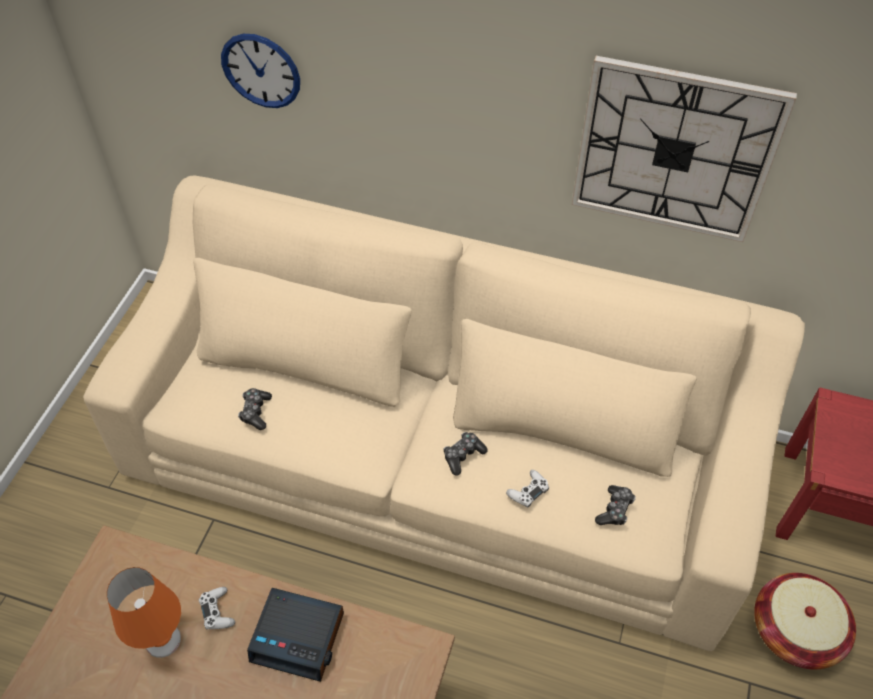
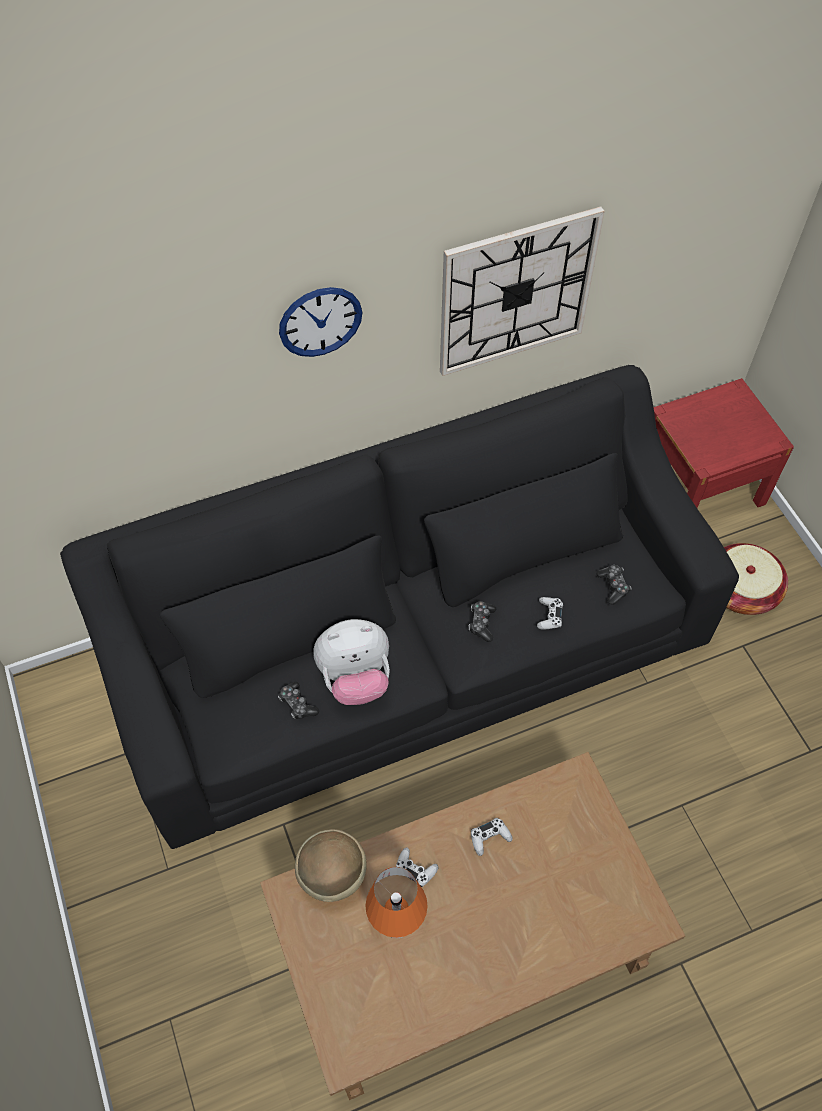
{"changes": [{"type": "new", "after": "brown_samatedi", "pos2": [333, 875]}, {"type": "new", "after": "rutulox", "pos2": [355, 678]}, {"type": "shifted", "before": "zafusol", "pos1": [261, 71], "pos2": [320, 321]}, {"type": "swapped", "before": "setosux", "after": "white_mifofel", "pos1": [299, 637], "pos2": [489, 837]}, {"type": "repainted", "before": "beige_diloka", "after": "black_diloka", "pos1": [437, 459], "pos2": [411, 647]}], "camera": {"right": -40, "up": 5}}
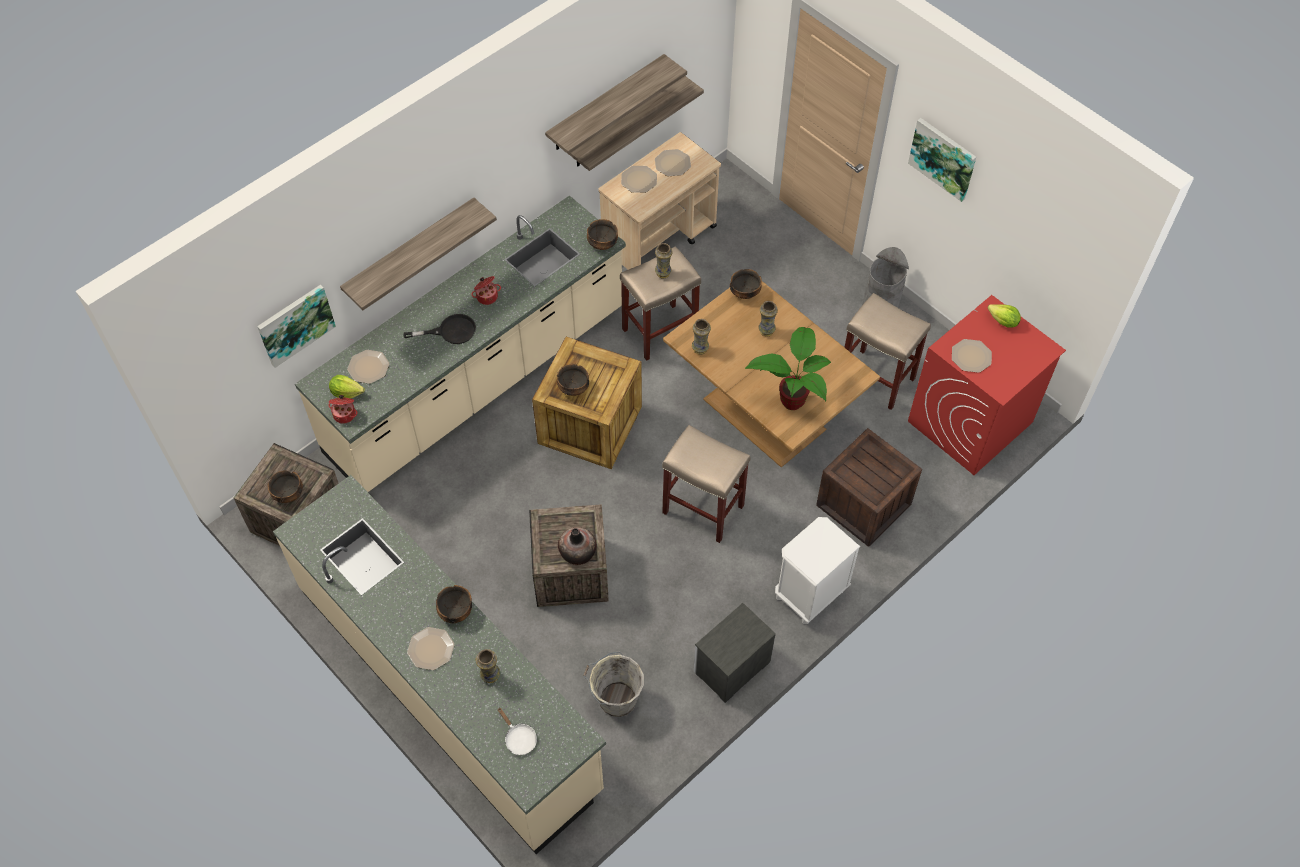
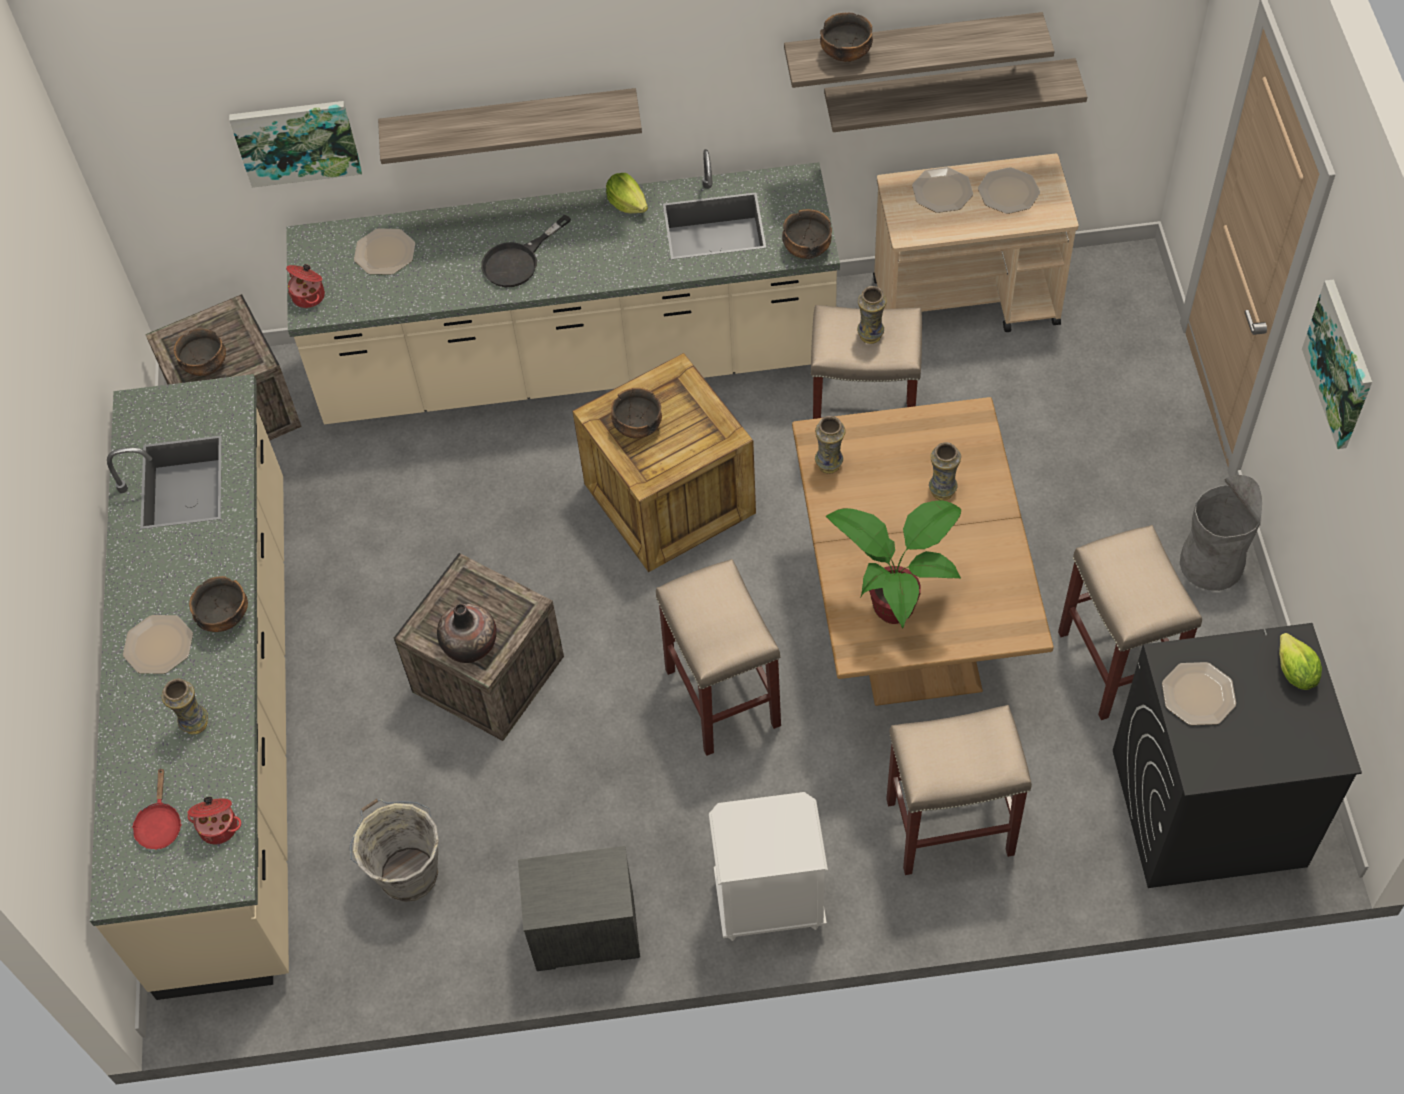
{"changes": [{"type": "shifted", "before": "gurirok", "pos1": [346, 392], "pos2": [627, 204]}, {"type": "shifted", "before": "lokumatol", "pos1": [487, 296], "pos2": [219, 826]}, {"type": "shifted", "before": "samatedi", "pos1": [744, 292], "pos2": [846, 54]}, {"type": "swapped", "before": "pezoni", "after": "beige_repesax", "pos1": [863, 504], "pos2": [948, 828]}, {"type": "repainted", "before": "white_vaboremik", "after": "red_vaboremik", "pos1": [518, 738], "pos2": [160, 824]}, {"type": "repainted", "before": "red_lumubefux", "after": "black_lumubefux", "pos1": [970, 422], "pos2": [1207, 809]}, {"type": "rotated", "before": "black_vaboremik", "pos1": [450, 331], "pos2": [518, 261], "turn": 105}], "camera": {"right": 40, "up": 0}}
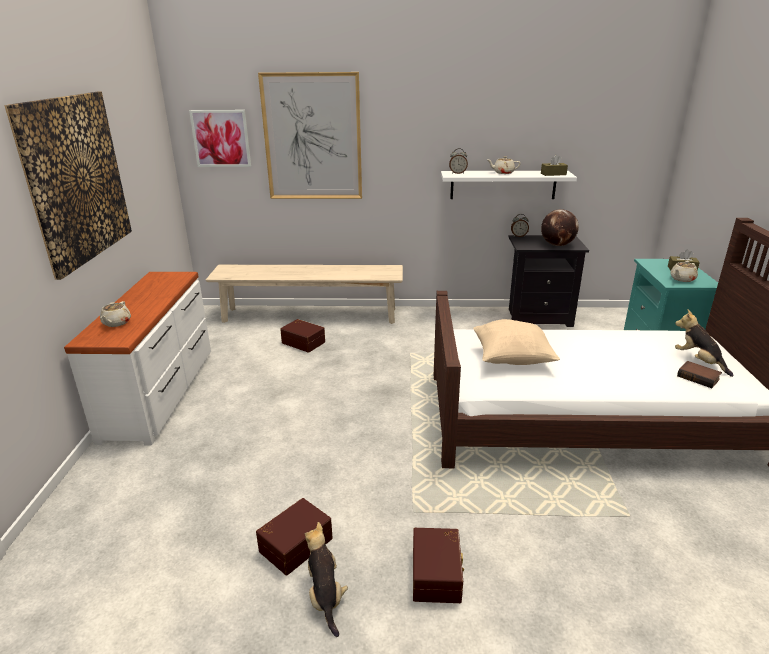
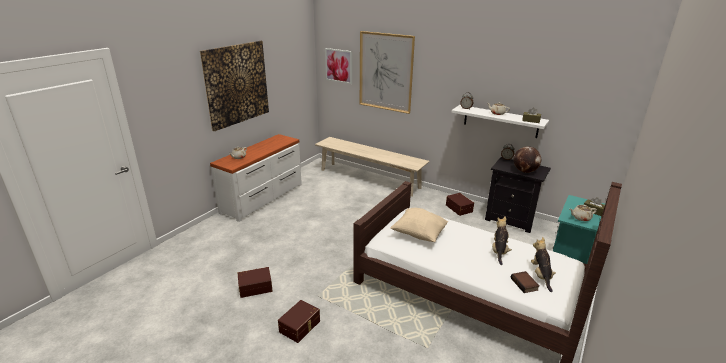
{"changes": [{"type": "shifted", "before": "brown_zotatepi", "pos1": [304, 342], "pos2": [459, 208]}, {"type": "shifted", "before": "rutulox", "pos1": [325, 596], "pos2": [499, 251]}], "camera": {"right": 30, "up": 0}}
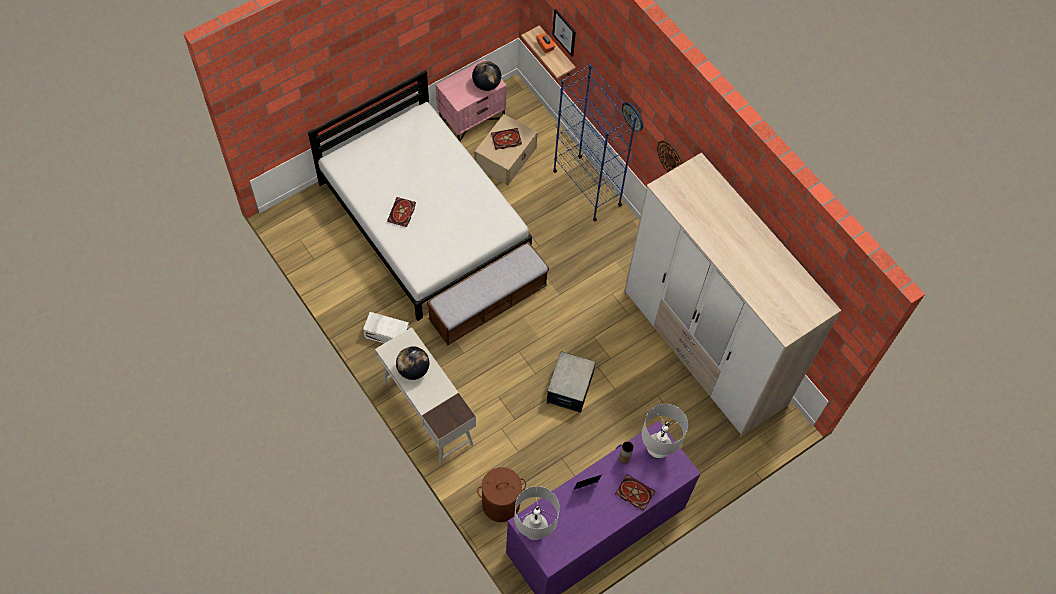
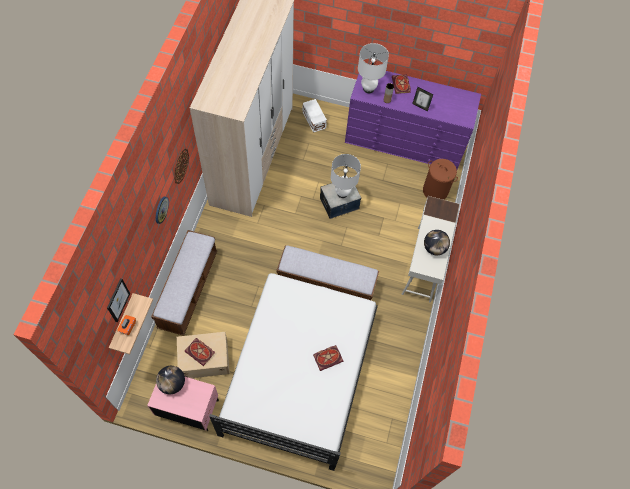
{"changes": [{"type": "shifted", "before": "white_zotatepi", "pos1": [386, 334], "pos2": [313, 120]}, {"type": "shifted", "before": "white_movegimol", "pos1": [534, 531], "pos2": [342, 193]}, {"type": "swapped", "before": "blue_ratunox", "after": "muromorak", "pos1": [587, 187], "pos2": [188, 289]}], "camera": {"right": -130, "up": 0}}
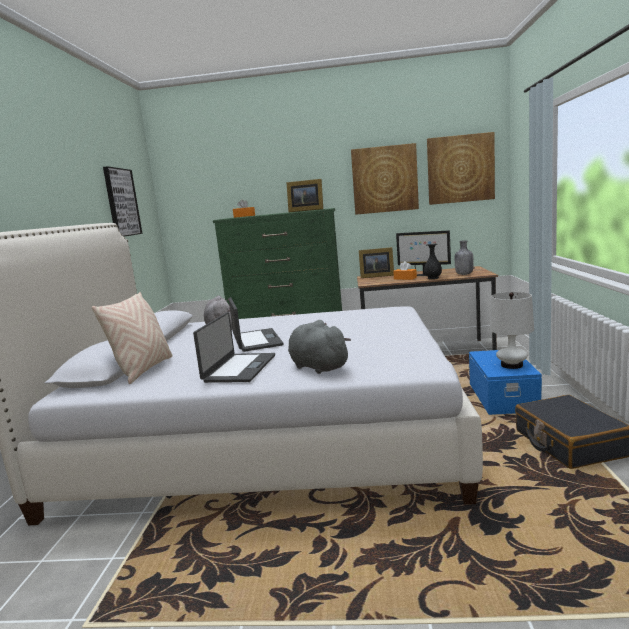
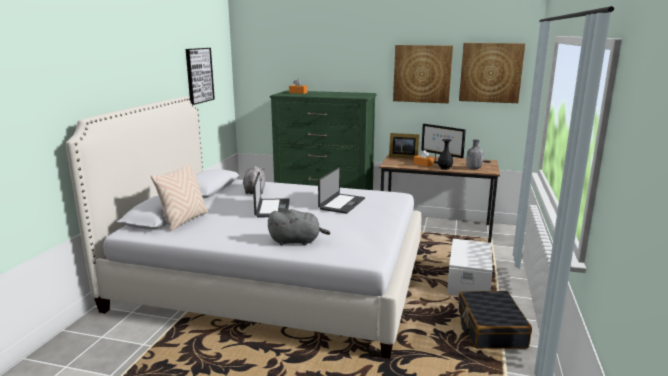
{"changes": [{"type": "gone", "before": "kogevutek", "pos1": [305, 210]}, {"type": "gone", "before": "white_movegimol", "pos1": [512, 365]}, {"type": "shifted", "before": "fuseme", "pos1": [239, 368], "pos2": [341, 204]}, {"type": "repainted", "before": "blue_zotatepi", "after": "white_zotatepi", "pos1": [503, 397], "pos2": [469, 281]}, {"type": "rotated", "before": "grey_rutulox", "pos1": [317, 367], "pos2": [297, 241], "turn": 120}], "camera": {"right": 10, "up": 5}}
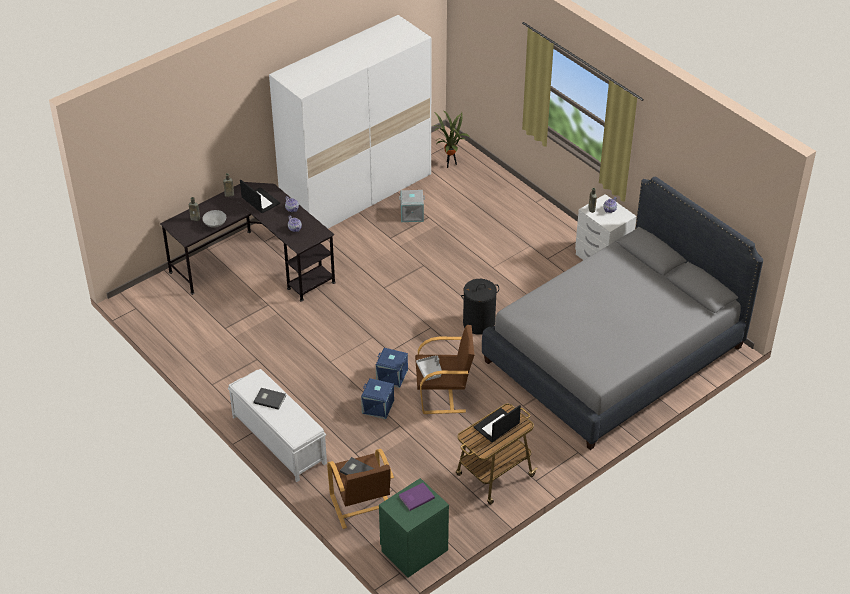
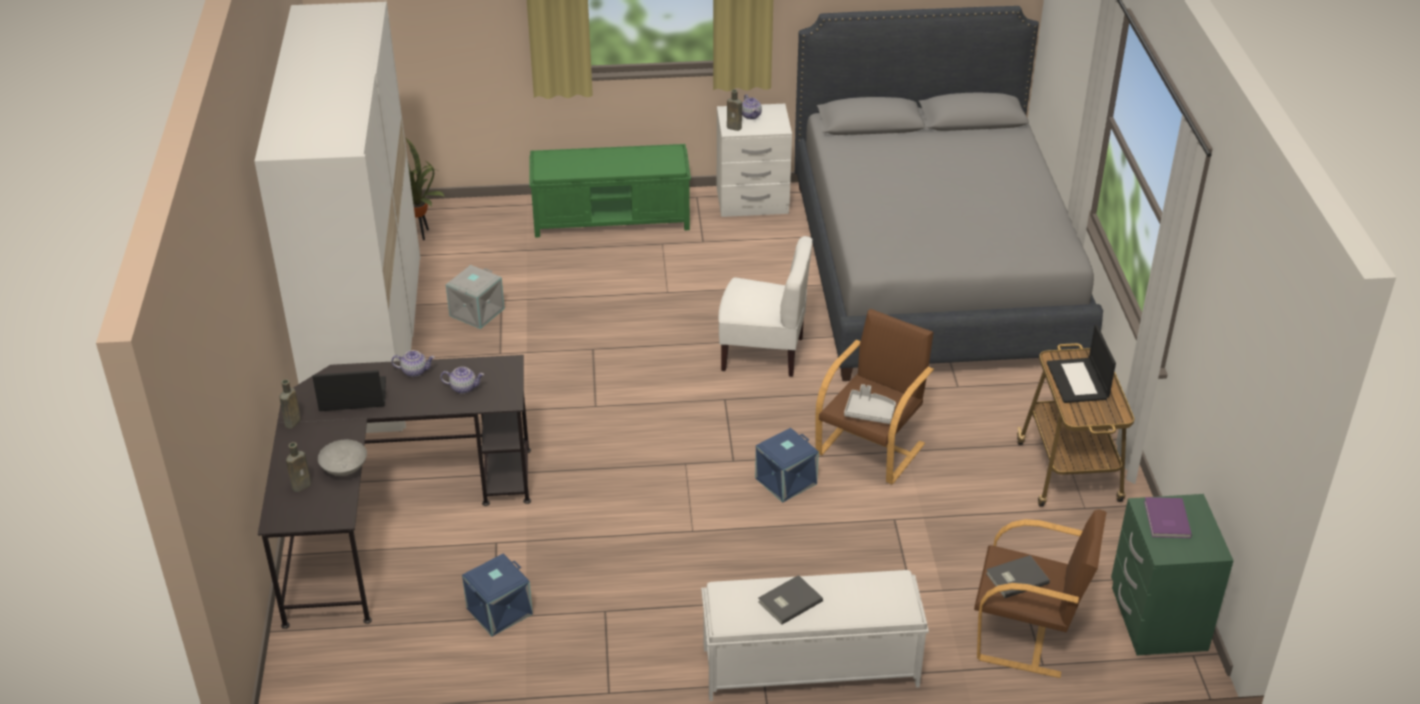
{"changes": [{"type": "new", "after": "green_muromorak", "pos2": [612, 219]}, {"type": "shifted", "before": "blue_zotatepi", "pos1": [377, 407], "pos2": [499, 612]}, {"type": "swapped", "before": "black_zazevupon", "after": "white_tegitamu", "pos1": [478, 323], "pos2": [763, 353]}], "camera": {"right": -55, "up": -5}}
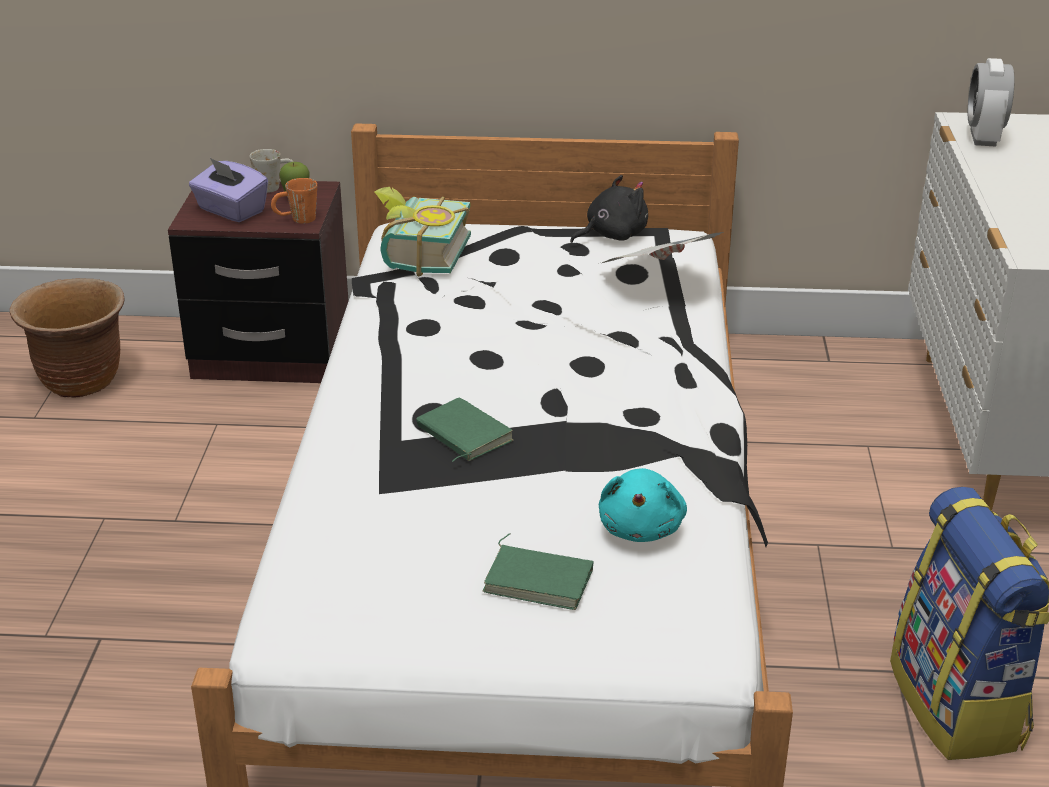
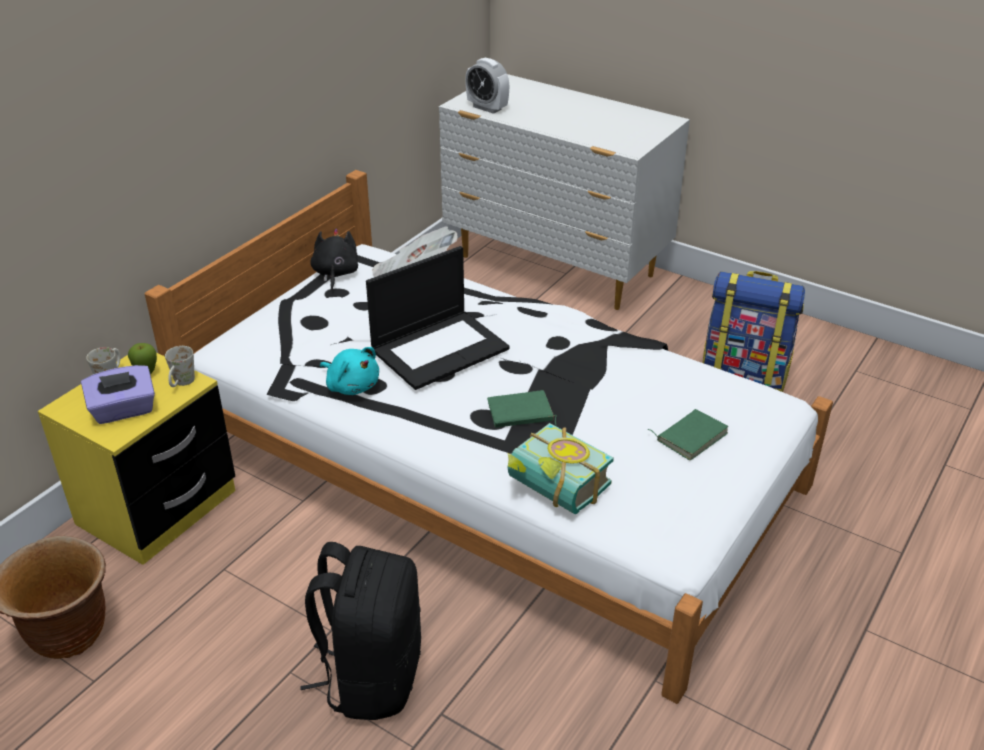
{"changes": [{"type": "new", "after": "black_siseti", "pos2": [371, 676]}, {"type": "new", "after": "fuseme", "pos2": [440, 348]}, {"type": "shifted", "before": "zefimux", "pos1": [417, 255], "pos2": [552, 491]}, {"type": "shifted", "before": "turquoise_rutulox", "pos1": [641, 528], "pos2": [351, 385]}, {"type": "repainted", "before": "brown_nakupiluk", "after": "yellow_nakupiluk", "pos1": [272, 354], "pos2": [157, 508]}, {"type": "repainted", "before": "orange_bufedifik", "after": "white_bufedifik", "pos1": [296, 220], "pos2": [182, 384]}], "camera": {"right": -60, "up": 5}}
